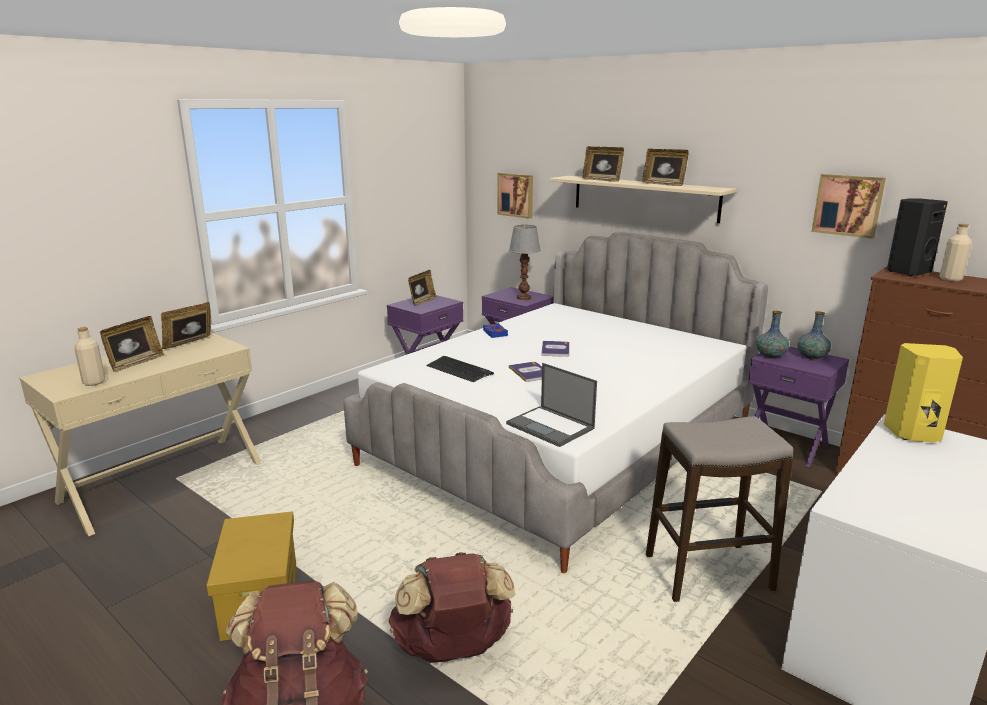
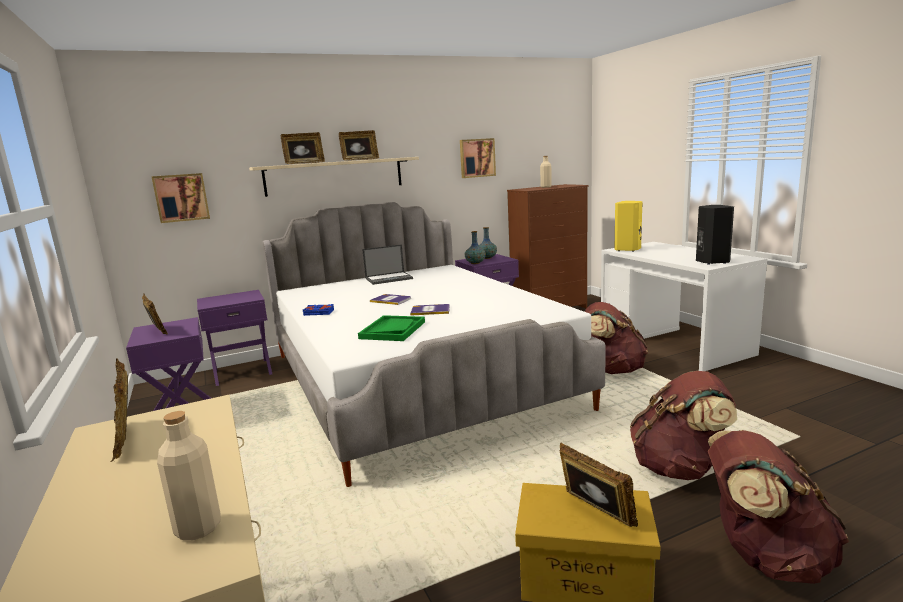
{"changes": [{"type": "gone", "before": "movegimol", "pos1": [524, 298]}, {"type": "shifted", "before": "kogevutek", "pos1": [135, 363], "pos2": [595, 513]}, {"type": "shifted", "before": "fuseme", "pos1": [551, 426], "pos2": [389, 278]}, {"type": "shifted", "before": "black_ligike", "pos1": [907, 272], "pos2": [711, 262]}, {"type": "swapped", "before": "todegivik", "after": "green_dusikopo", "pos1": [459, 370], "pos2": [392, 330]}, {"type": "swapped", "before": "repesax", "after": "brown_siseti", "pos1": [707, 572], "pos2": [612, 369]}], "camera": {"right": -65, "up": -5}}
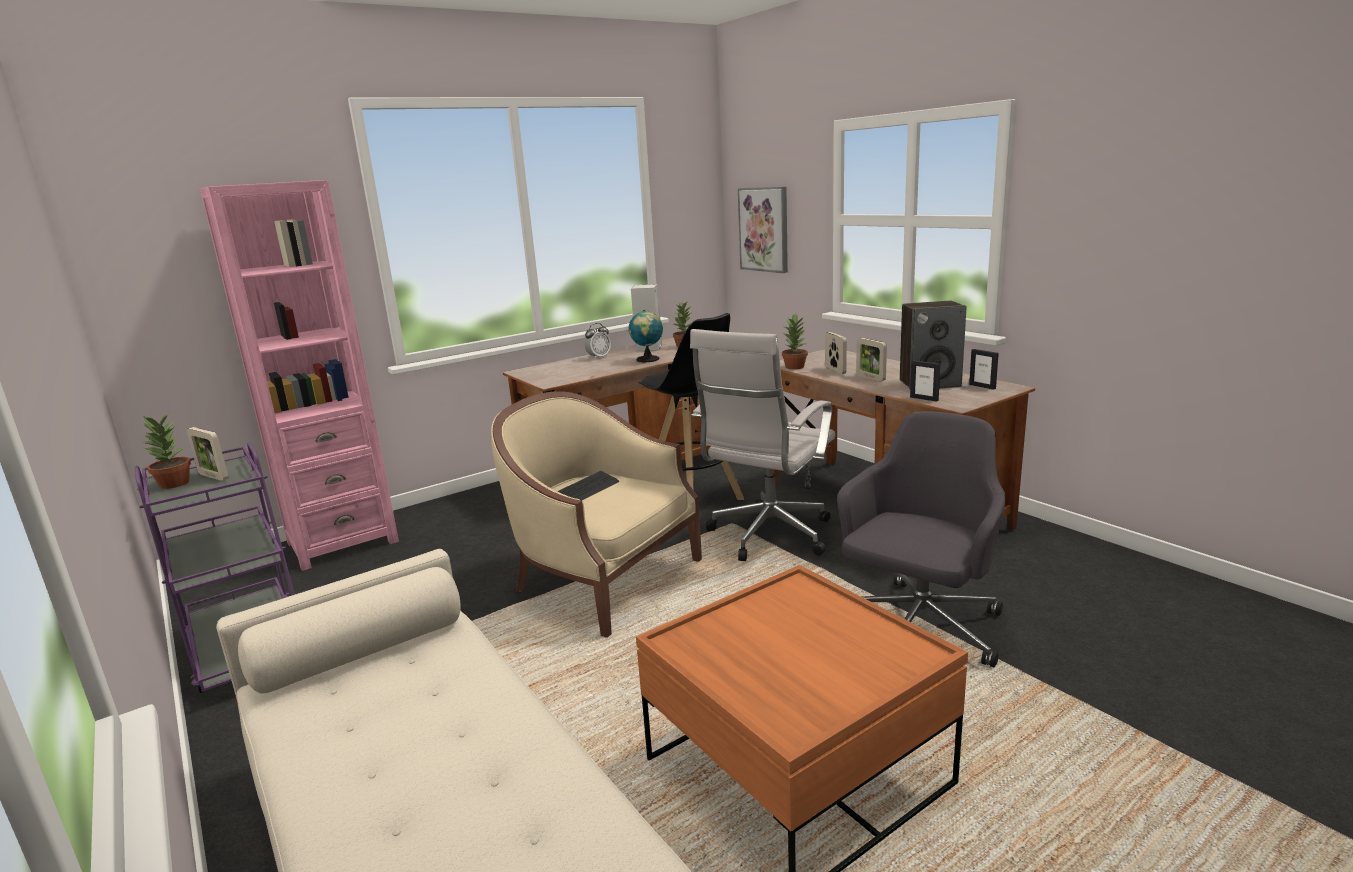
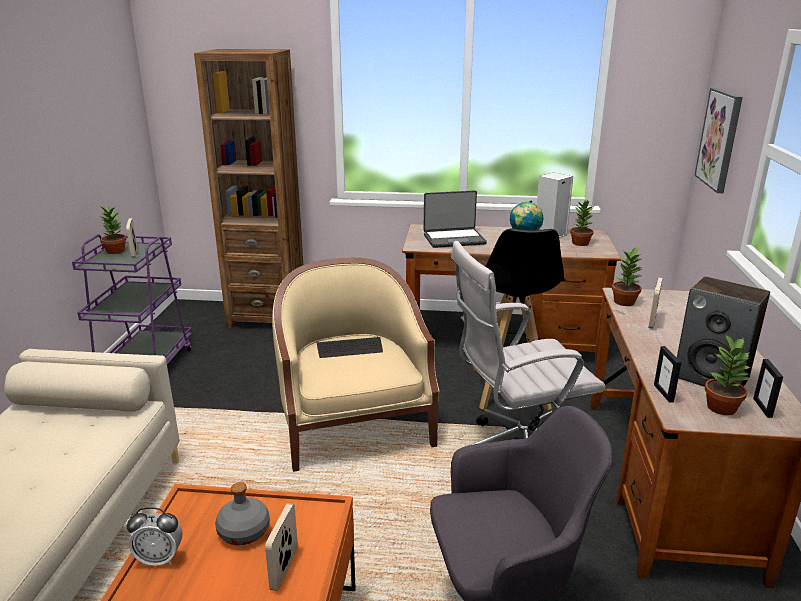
{"changes": [{"type": "new", "after": "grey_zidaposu", "pos2": [243, 532]}, {"type": "new", "after": "fuseme", "pos2": [454, 239]}, {"type": "new", "after": "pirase", "pos2": [721, 407]}, {"type": "shifted", "before": "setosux", "pos1": [598, 357], "pos2": [159, 559]}, {"type": "shifted", "before": "kogevutek", "pos1": [870, 377], "pos2": [284, 569]}, {"type": "repainted", "before": "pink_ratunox", "after": "brown_ratunox", "pos1": [342, 542], "pos2": [267, 317]}], "camera": {"right": 40, "up": 5}}
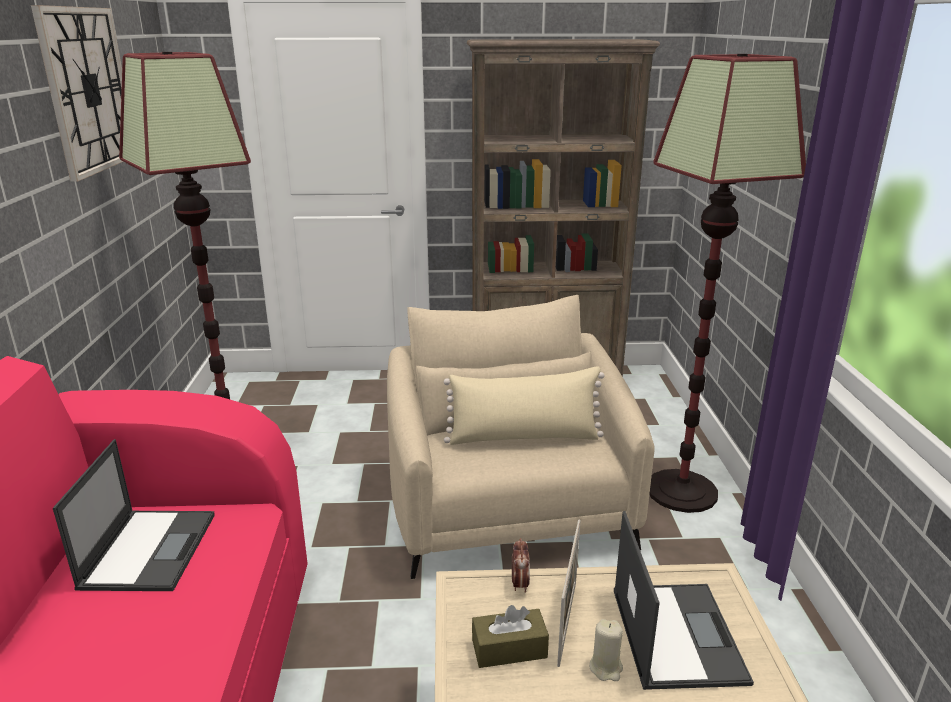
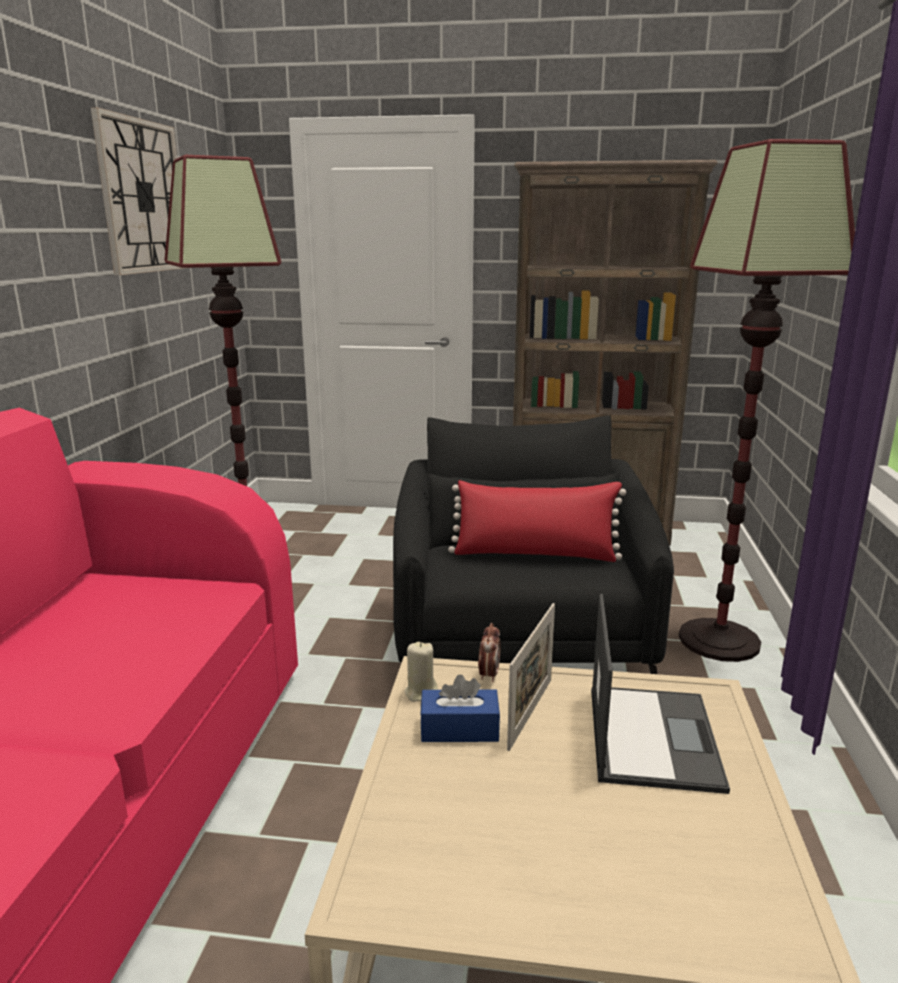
{"changes": [{"type": "gone", "before": "fuseme", "pos1": [149, 549]}, {"type": "shifted", "before": "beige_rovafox", "pos1": [606, 667], "pos2": [421, 693]}, {"type": "repainted", "before": "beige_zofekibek", "after": "black_zofekibek", "pos1": [510, 509], "pos2": [522, 639]}, {"type": "repainted", "before": "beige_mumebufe", "after": "red_mumebufe", "pos1": [524, 437], "pos2": [535, 554]}, {"type": "repainted", "before": "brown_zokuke", "after": "blue_zokuke", "pos1": [509, 649], "pos2": [459, 729]}], "camera": {"right": 10, "up": -5}}
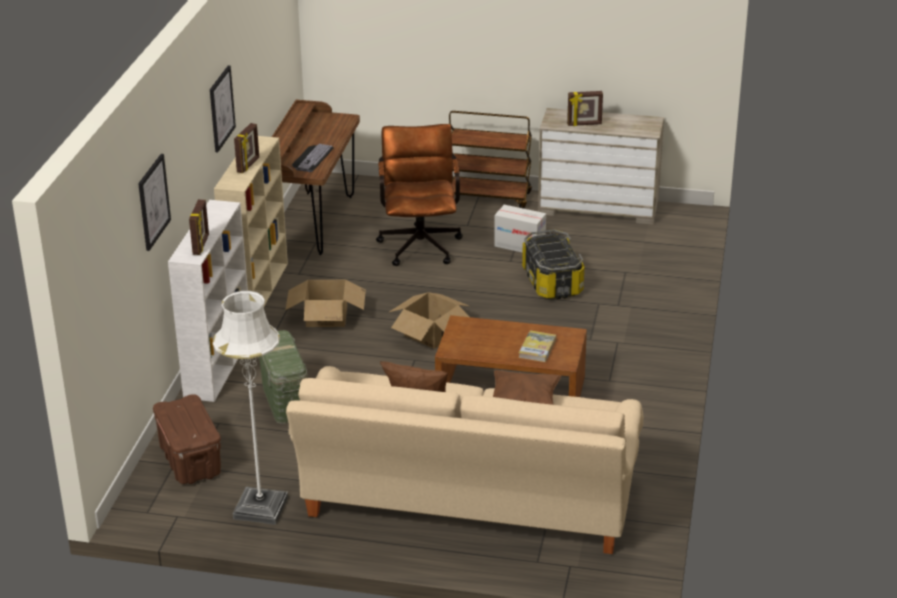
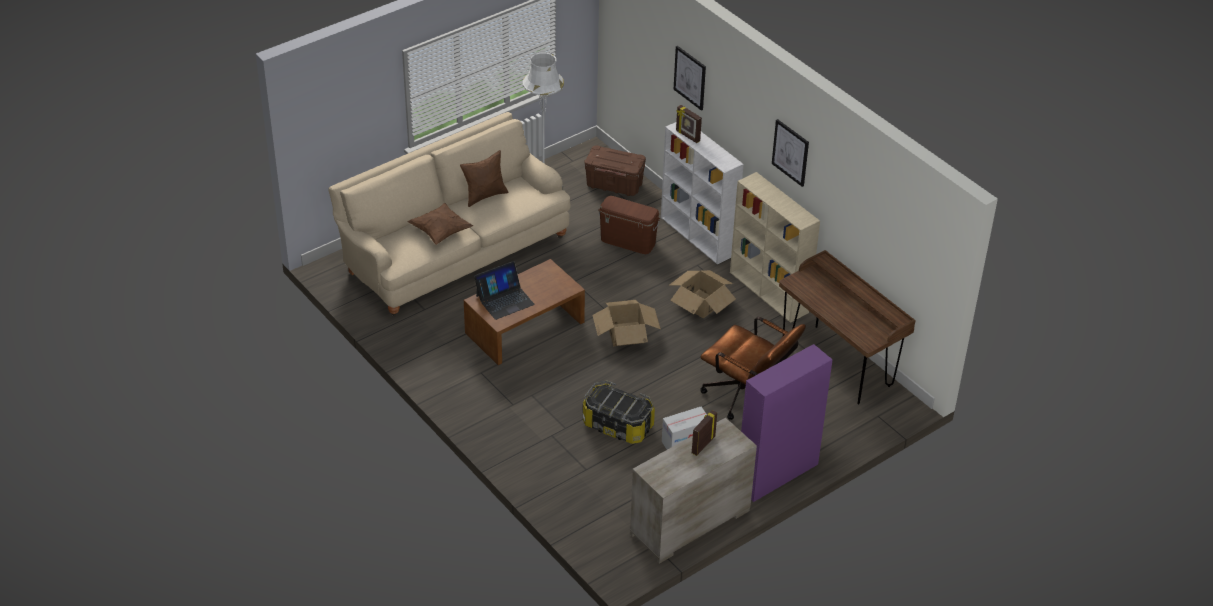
{"changes": [{"type": "gone", "before": "kogevutek", "pos1": [248, 165]}, {"type": "gone", "before": "todegivik", "pos1": [311, 158]}, {"type": "swapped", "before": "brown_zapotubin", "after": "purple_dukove", "pos1": [488, 197], "pos2": [776, 475]}, {"type": "swapped", "before": "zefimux", "after": "fuseme", "pos1": [537, 348], "pos2": [504, 300]}, {"type": "repainted", "before": "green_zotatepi", "after": "brown_zotatepi", "pos1": [284, 401], "pos2": [628, 241]}], "camera": {"right": 130, "up": 10}}
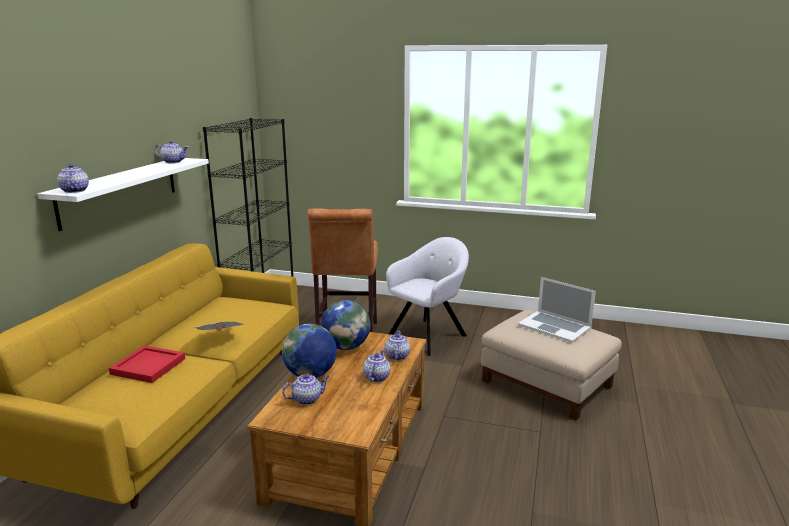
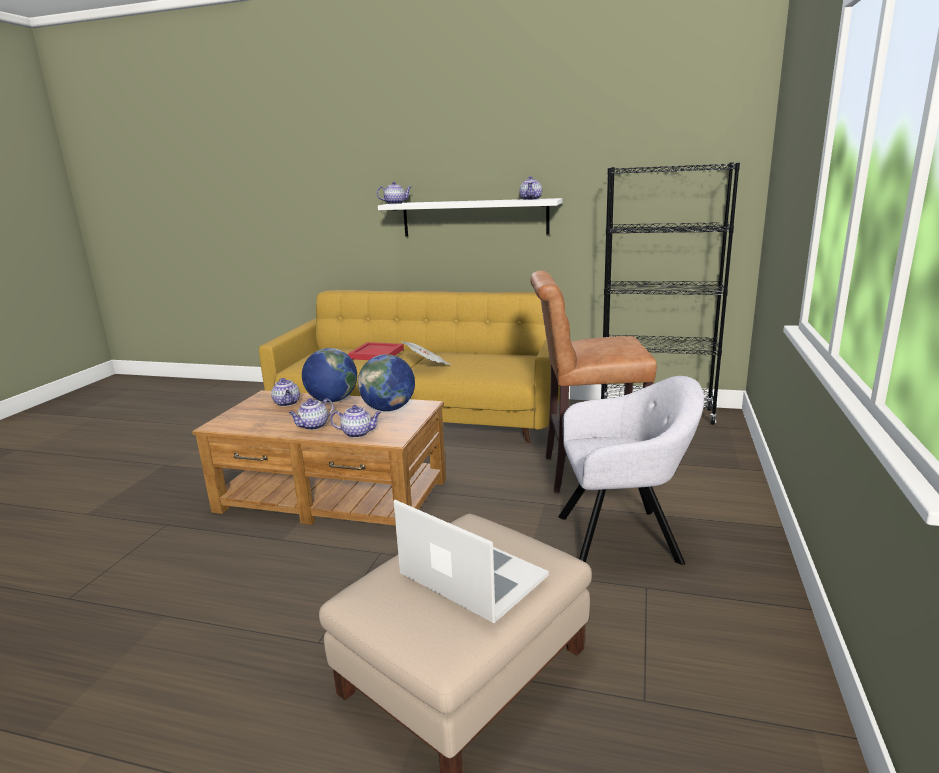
{"changes": [{"type": "rotated", "before": "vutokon", "pos1": [376, 377], "pos2": [313, 426], "turn": 120}, {"type": "rotated", "before": "grey_zofekibek", "pos1": [429, 335], "pos2": [623, 538], "turn": -45}, {"type": "rotated", "before": "fuseme", "pos1": [554, 326], "pos2": [472, 575], "turn": 90}], "camera": {"right": 90, "up": 0}}
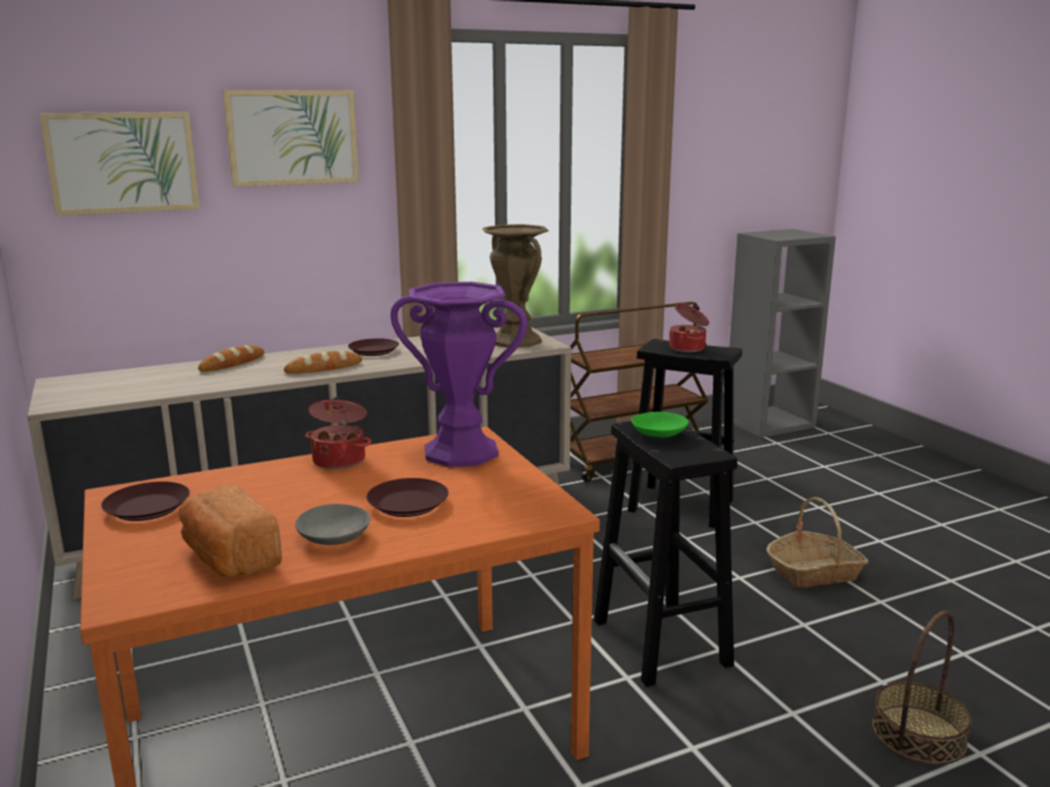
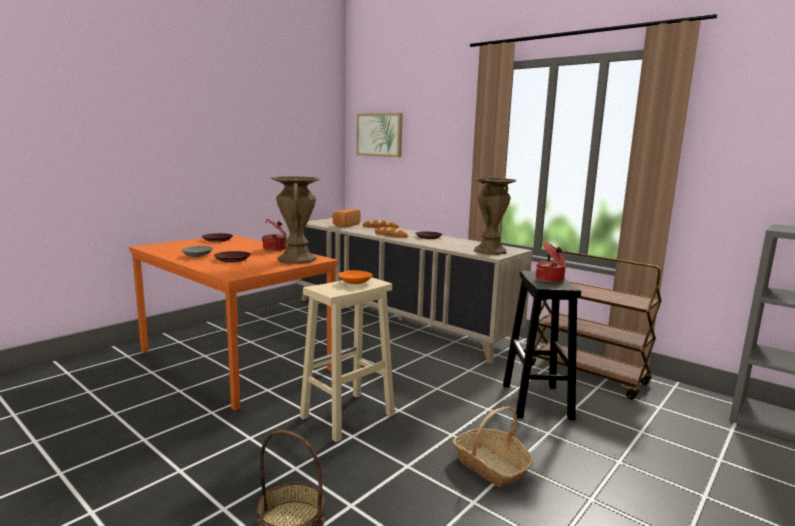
{"changes": [{"type": "gone", "before": "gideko", "pos1": [292, 137]}, {"type": "shifted", "before": "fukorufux", "pos1": [229, 558], "pos2": [345, 225]}, {"type": "repainted", "before": "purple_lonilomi", "after": "brown_lonilomi", "pos1": [460, 452], "pos2": [297, 259]}, {"type": "repainted", "before": "black_repesax", "after": "beige_repesax", "pos1": [662, 644], "pos2": [346, 416]}, {"type": "repainted", "before": "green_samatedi", "after": "orange_samatedi", "pos1": [658, 434], "pos2": [355, 282]}], "camera": {"right": 65, "up": -5}}
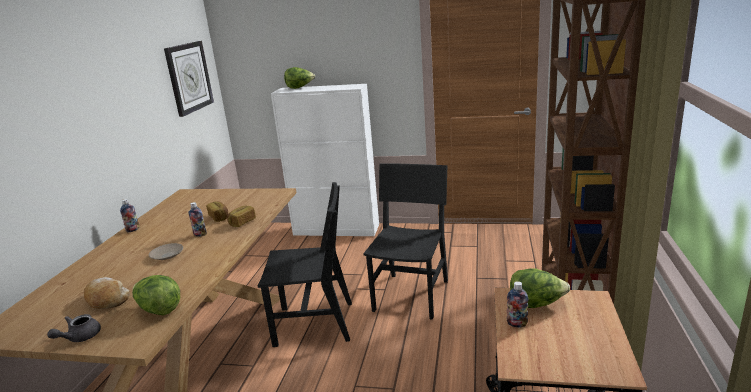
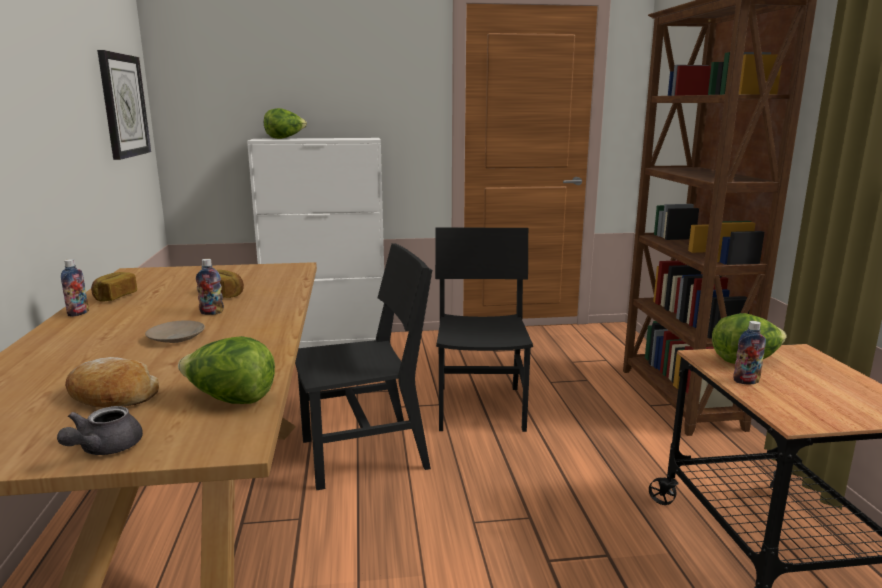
{"changes": [{"type": "shifted", "before": "fukorufux", "pos1": [242, 222], "pos2": [115, 297]}], "camera": {"right": -20, "up": -5}}
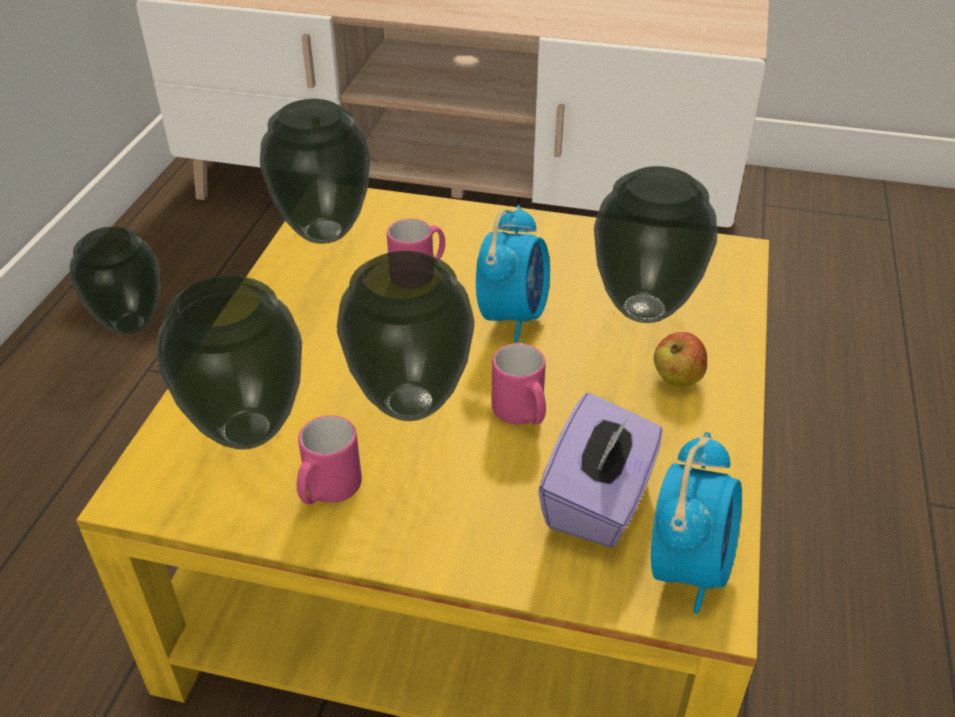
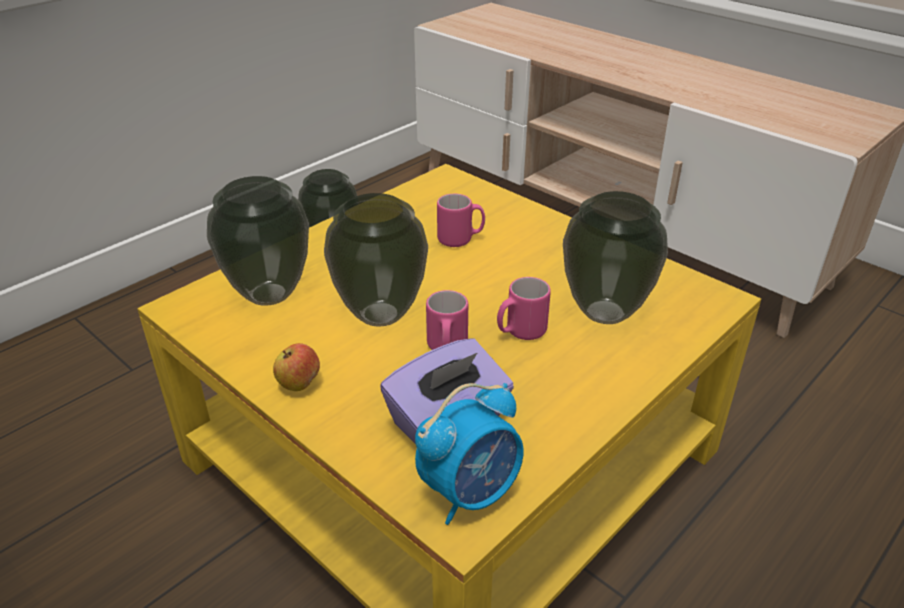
{"changes": [{"type": "gone", "before": "lonilomi", "pos1": [326, 231]}, {"type": "gone", "before": "setosux", "pos1": [513, 316]}, {"type": "shifted", "before": "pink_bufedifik", "pos1": [328, 492], "pos2": [520, 332]}, {"type": "shifted", "before": "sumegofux", "pos1": [677, 378], "pos2": [299, 384]}], "camera": {"right": 30, "up": -5}}
